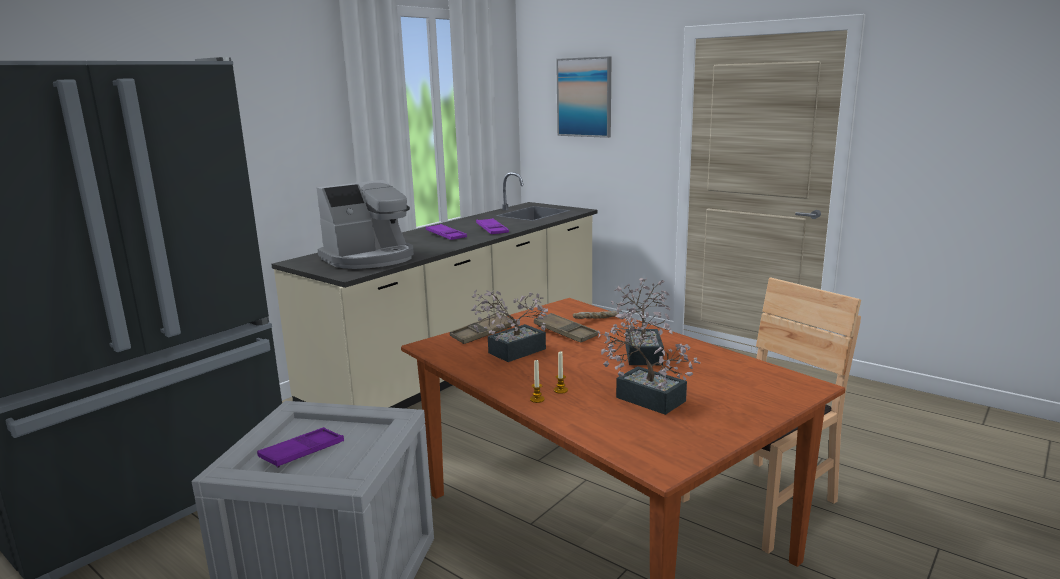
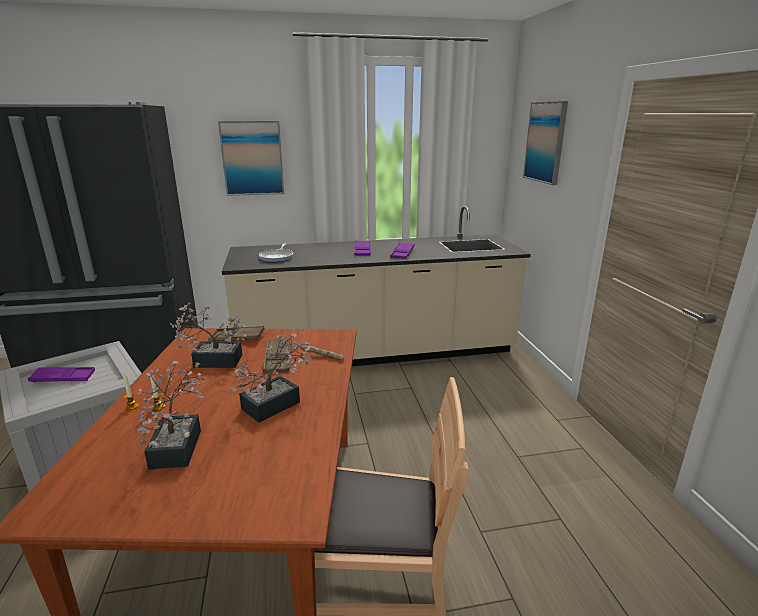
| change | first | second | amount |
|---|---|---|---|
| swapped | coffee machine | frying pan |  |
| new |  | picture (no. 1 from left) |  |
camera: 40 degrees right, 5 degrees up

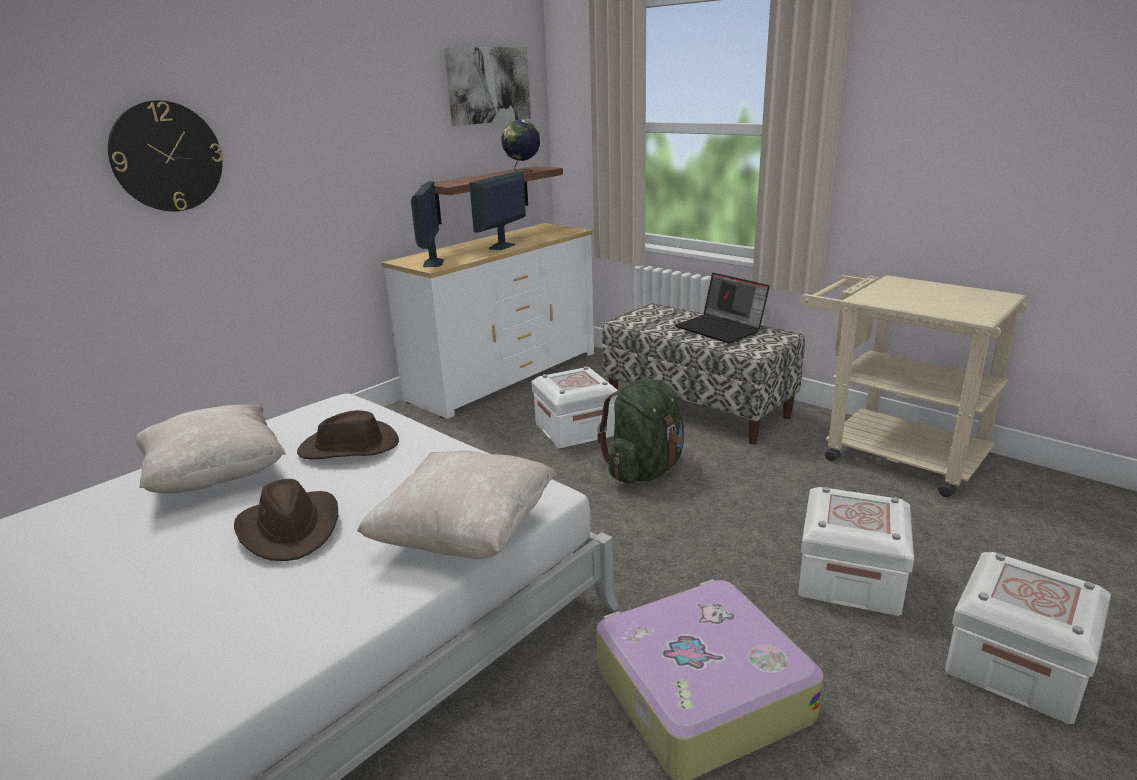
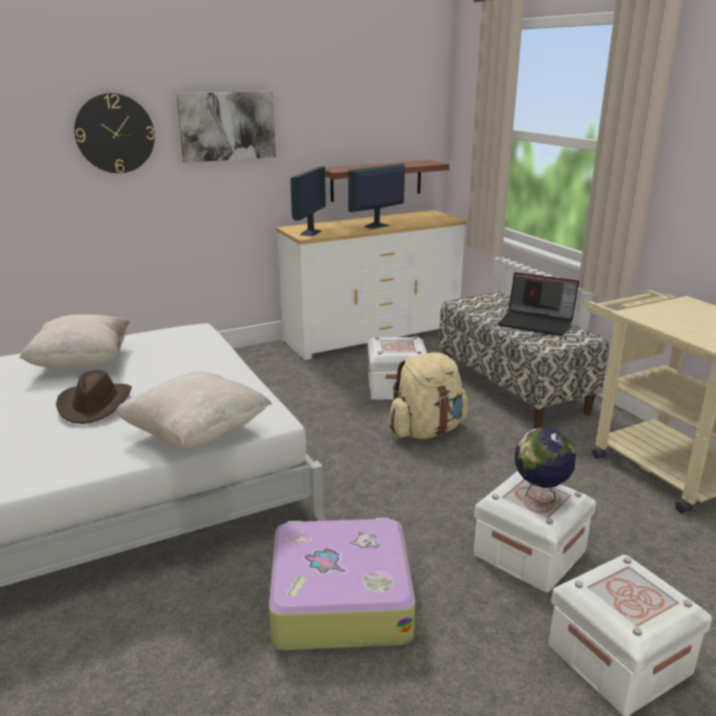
| change | first | second | amount |
|---|---|---|---|
| shifted | picture |  |  |
| shifted | globe |  |  |
| rotated | laptop |  | 45 degrees counterclockwise |
| repainted | backpack (green) | backpack (beige) |  |
| gone | hat (brown) (no. 2 from left) |  |  |
camera: 20 degrees right, 0 degrees up

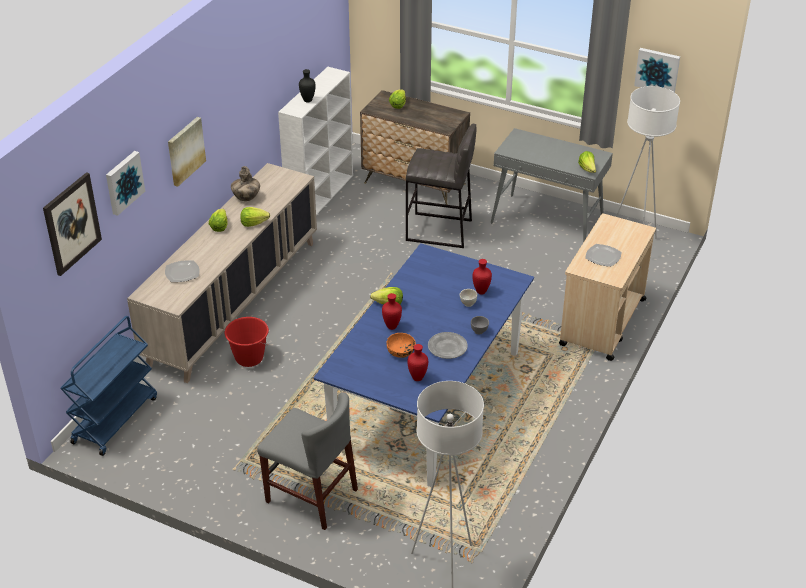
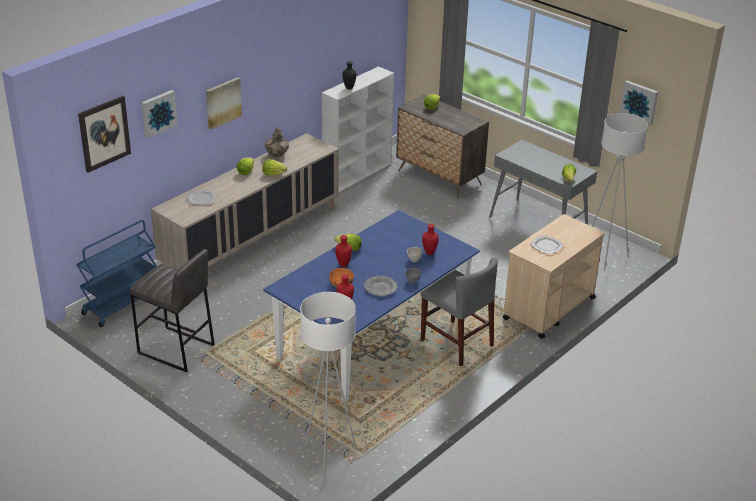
| change | first | second | amount |
|---|---|---|---|
| shifted | stool (grey) |  |  |
| gone | bucket (red) |  |  |
| shifted | chair (grey) |  |  |
camera: 15 degrees right, 5 degrees down

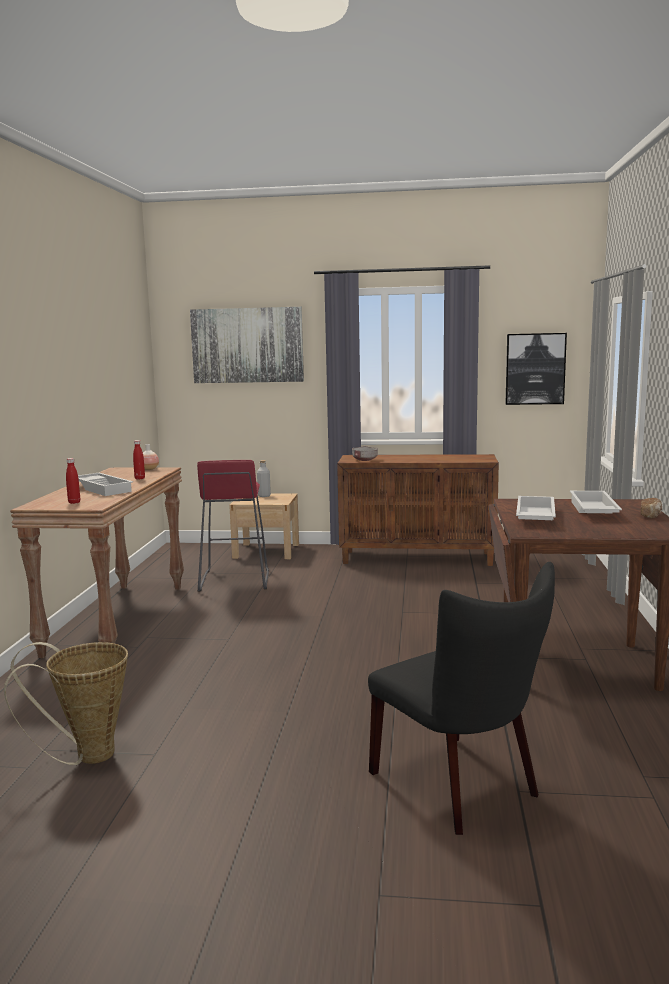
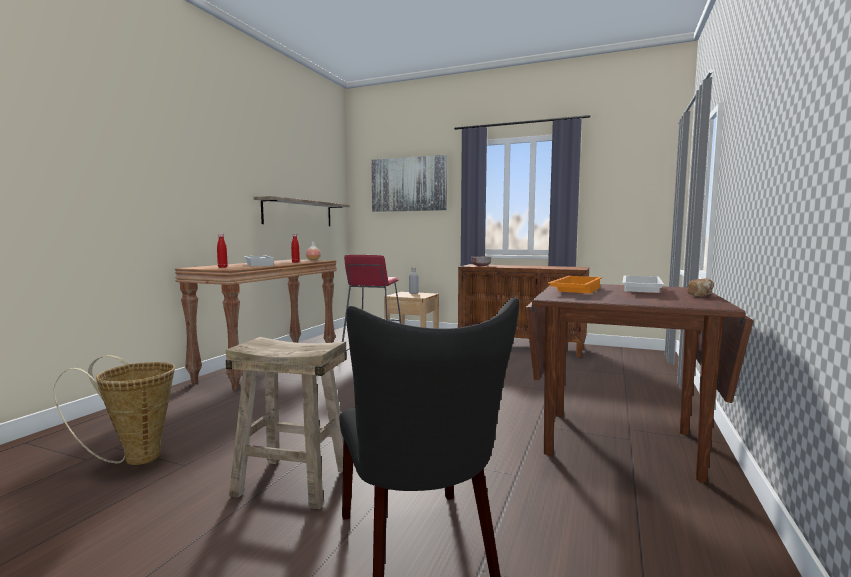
| change | first | second | amount |
|---|---|---|---|
| gone | picture (no. 2 from left) |  |  |
| repainted | tray (white) (no. 2 from left) | tray (orange) |  |
| new |  | shelf |  |
| new |  | stool (beige) |  |
camera: 15 degrees right, 5 degrees down

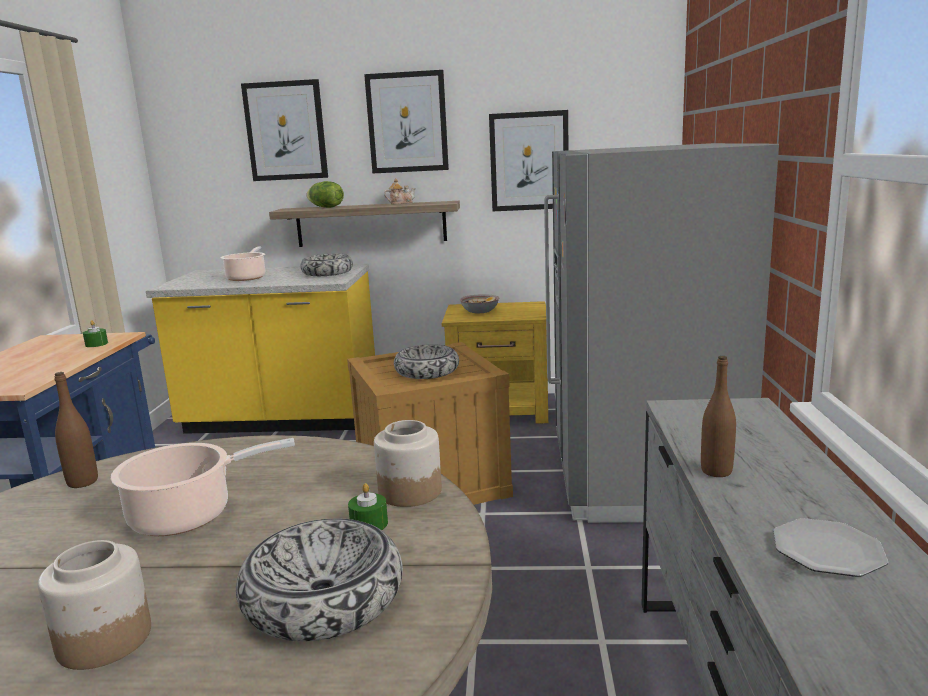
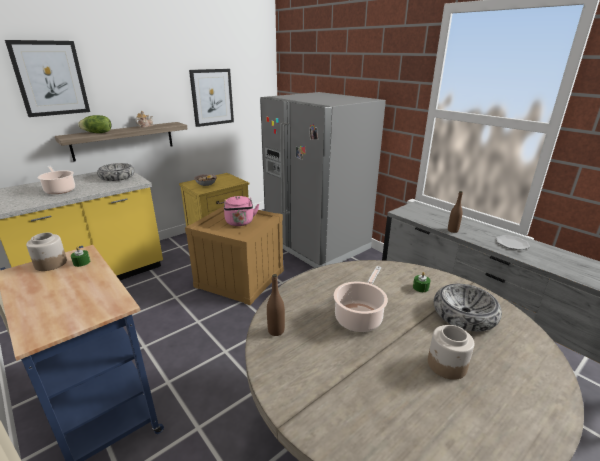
| change | first | second | amount |
|---|---|---|---|
| gone | picture (no. 2 from left) |  |  |
| swapped | bowl (no. 3 from left) | kettle (pink) |  |
| shifted | jar (no. 2 from left in the first image) | jar (no. 1 from left) |  |
camera: 45 degrees left, 10 degrees up

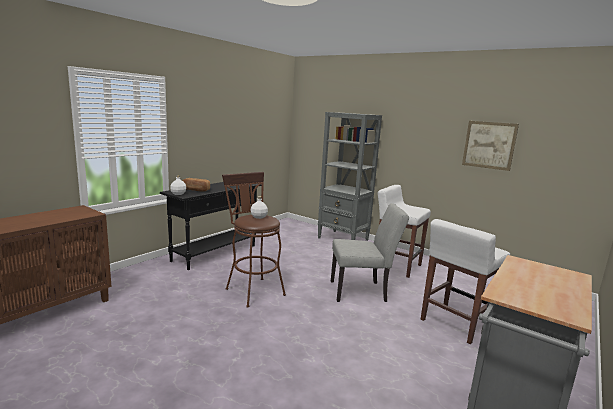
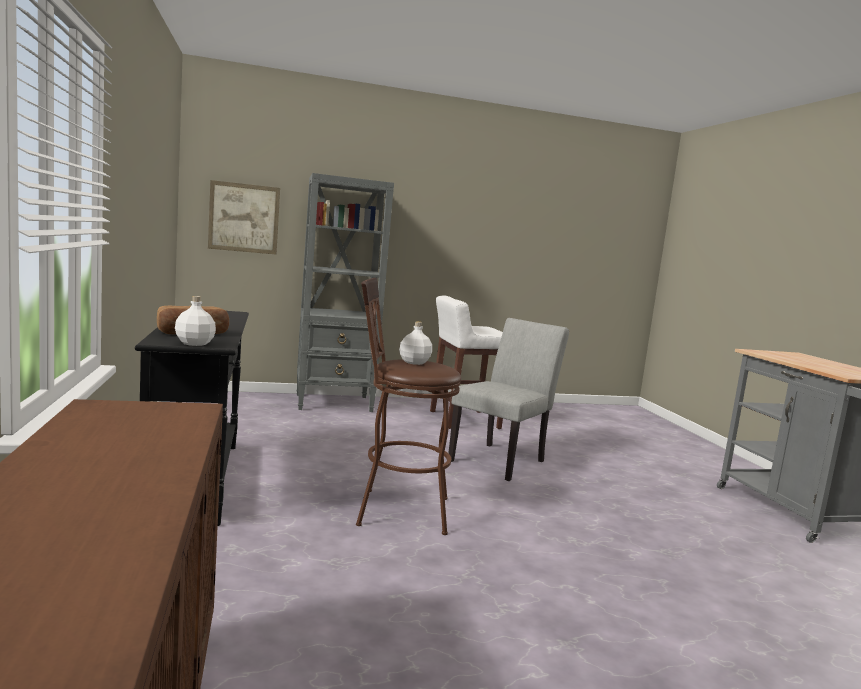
| change | first | second | amount |
|---|---|---|---|
| shifted | picture |  |  |
| gone | stool (white) (no. 2 from left) |  |  |
camera: 50 degrees left, 5 degrees down

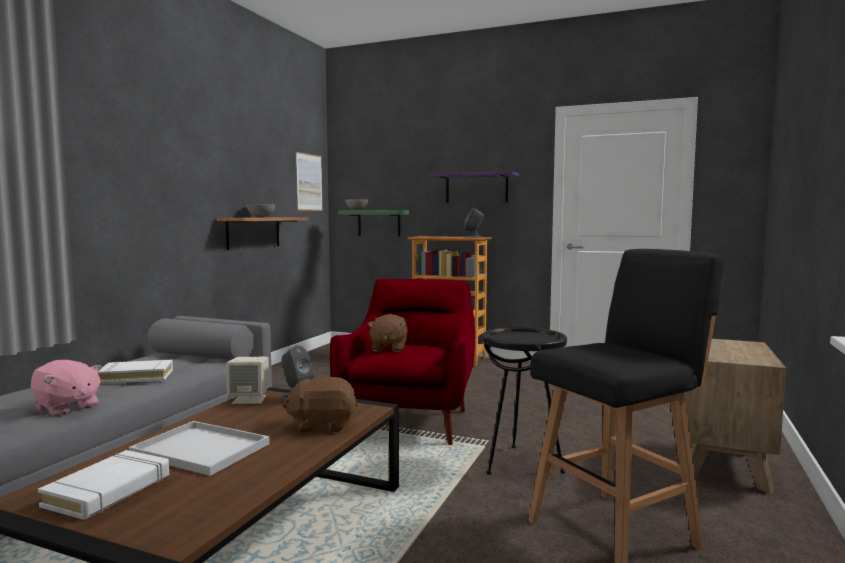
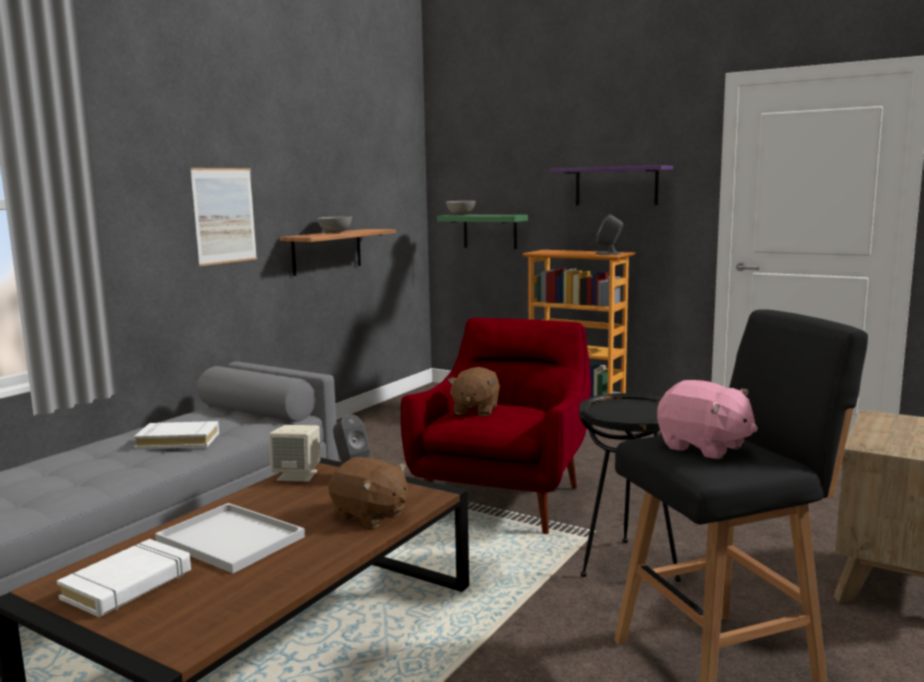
| change | first | second | amount |
|---|---|---|---|
| shifted | picture |  |  |
| shifted | plush toy (pink) |  |  |
| rotated | plush toy (brown) (no. 1 from left) |  | 150 degrees counterclockwise |
camera: 10 degrees right, 5 degrees up

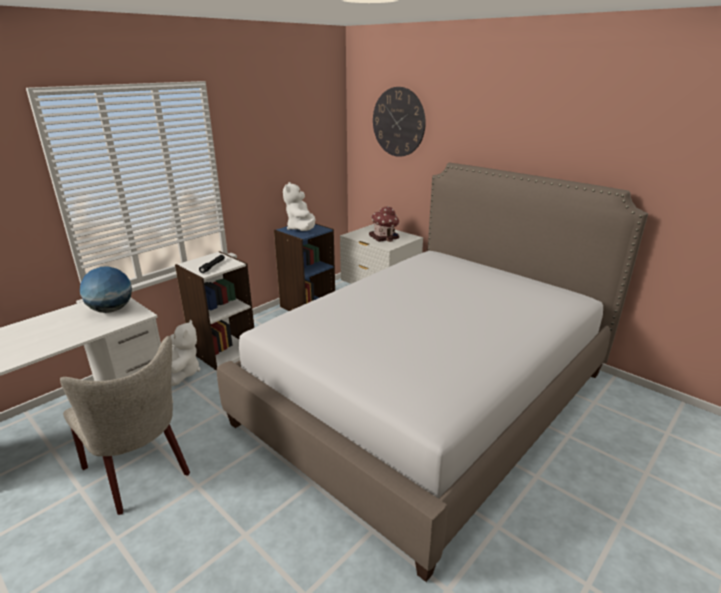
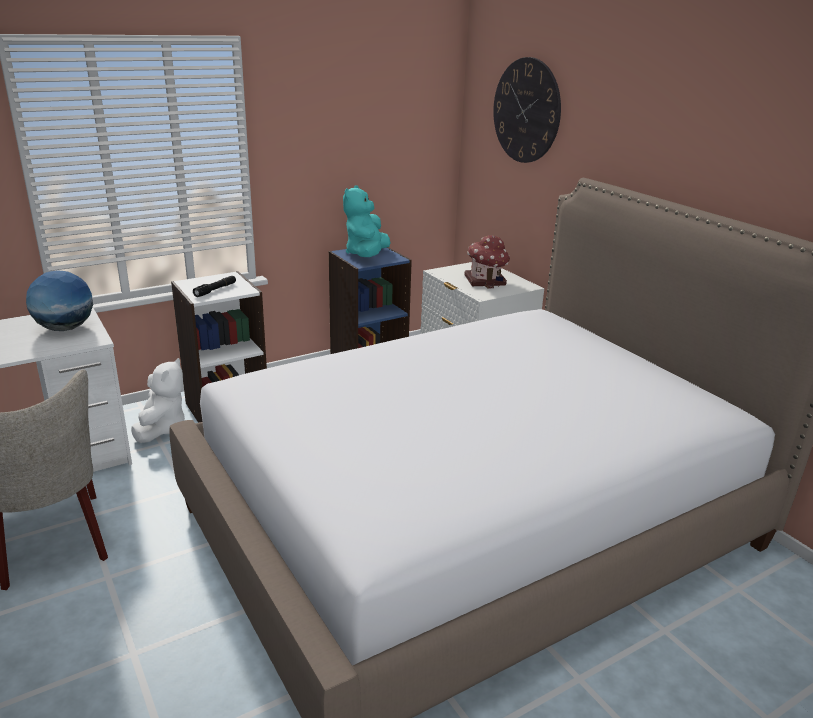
| change | first | second | amount |
|---|---|---|---|
| repainted | plush toy (white) (no. 2 from left) | plush toy (turquoise) |  |
camera: 15 degrees right, 0 degrees up

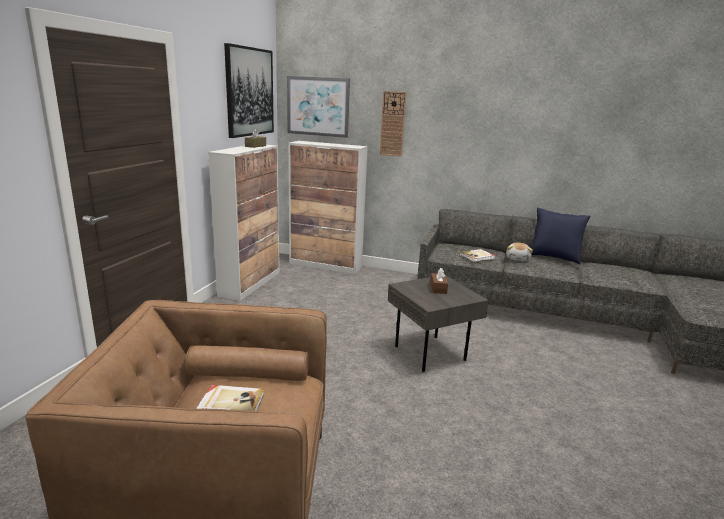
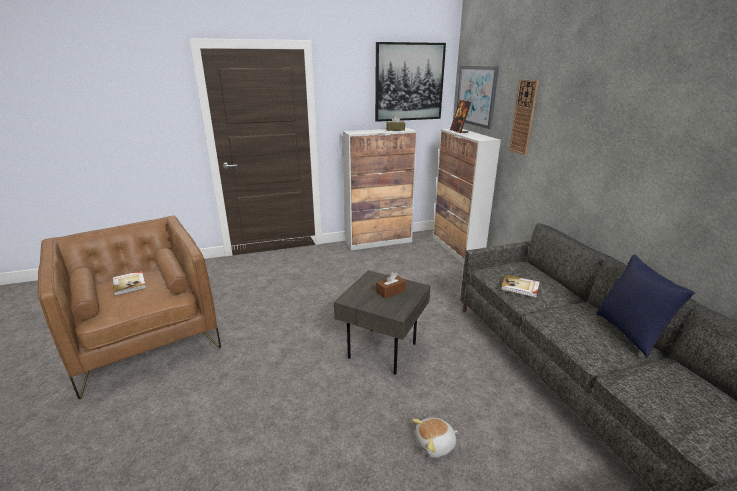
| change | first | second | amount |
|---|---|---|---|
| shifted | plush toy |  |  |
| new |  | picture frame |  |
camera: 55 degrees right, 5 degrees up

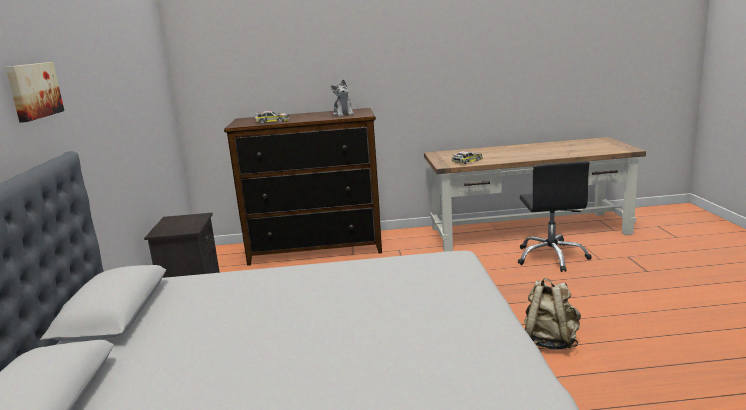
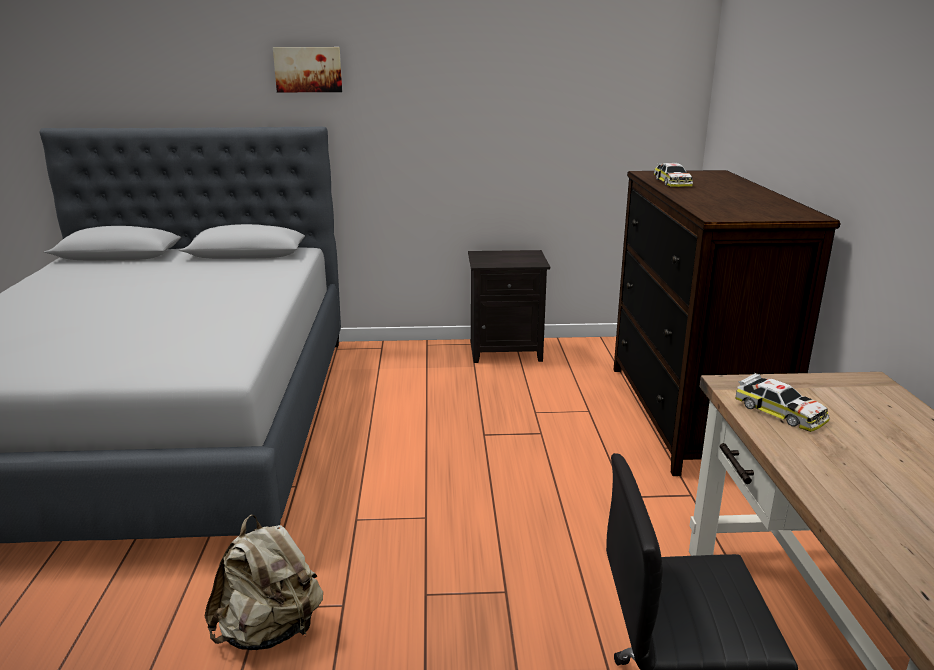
| change | first | second | amount |
|---|---|---|---|
| gone | plush toy |  |  |
camera: 90 degrees right, 5 degrees up

